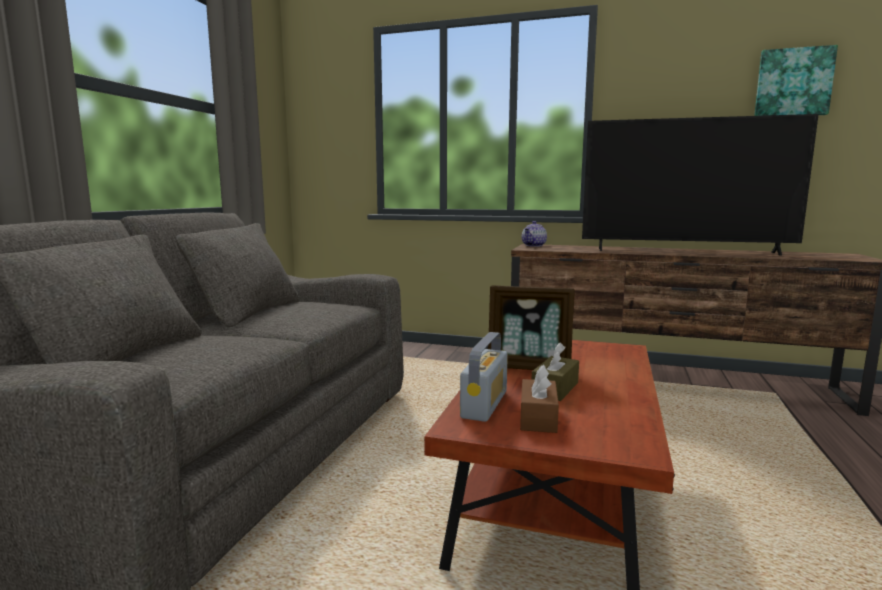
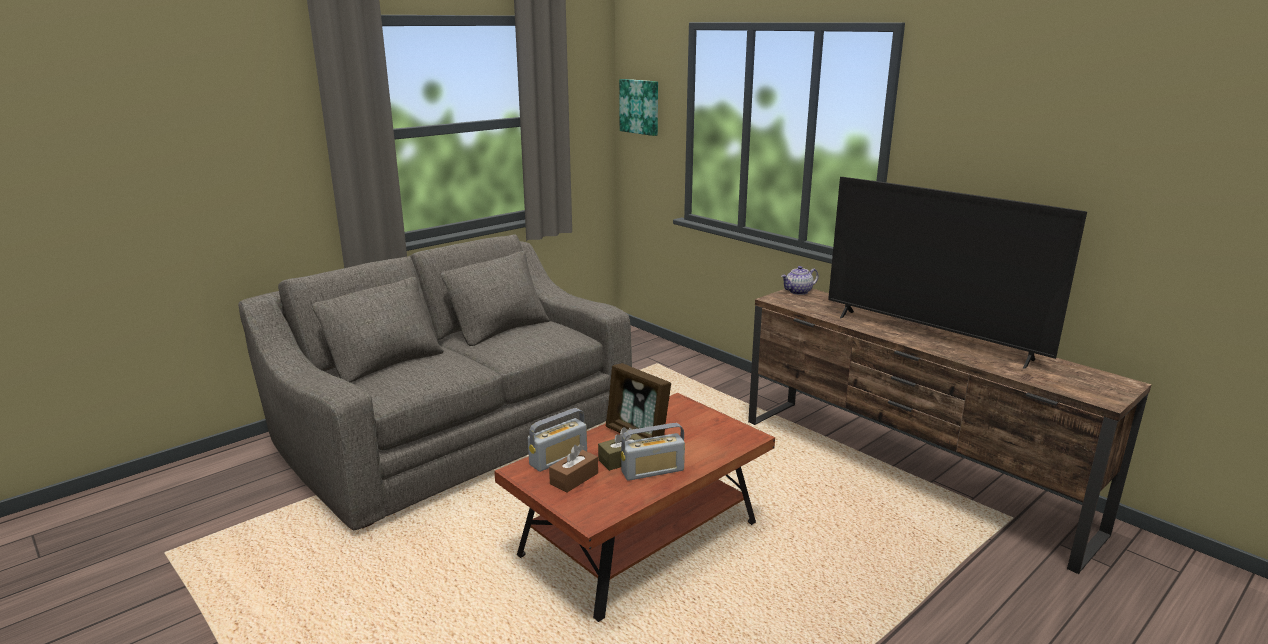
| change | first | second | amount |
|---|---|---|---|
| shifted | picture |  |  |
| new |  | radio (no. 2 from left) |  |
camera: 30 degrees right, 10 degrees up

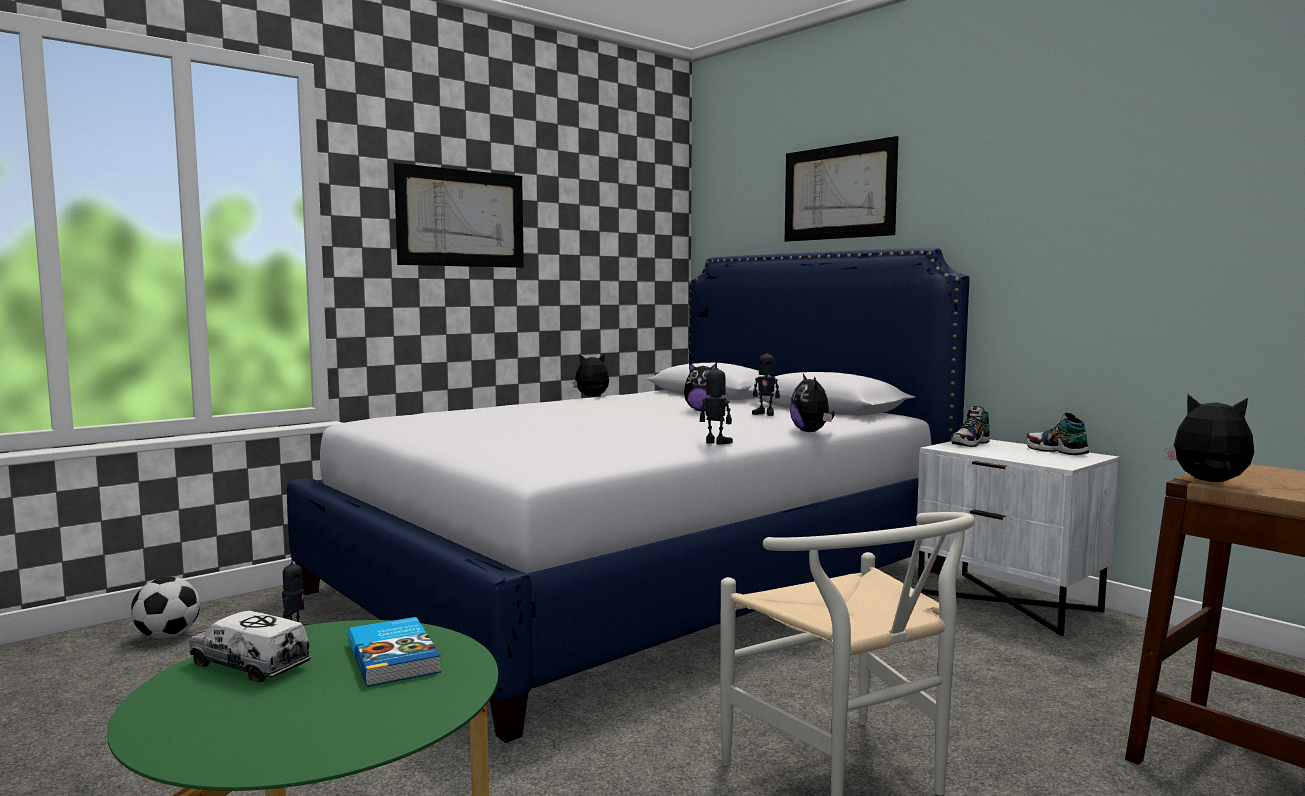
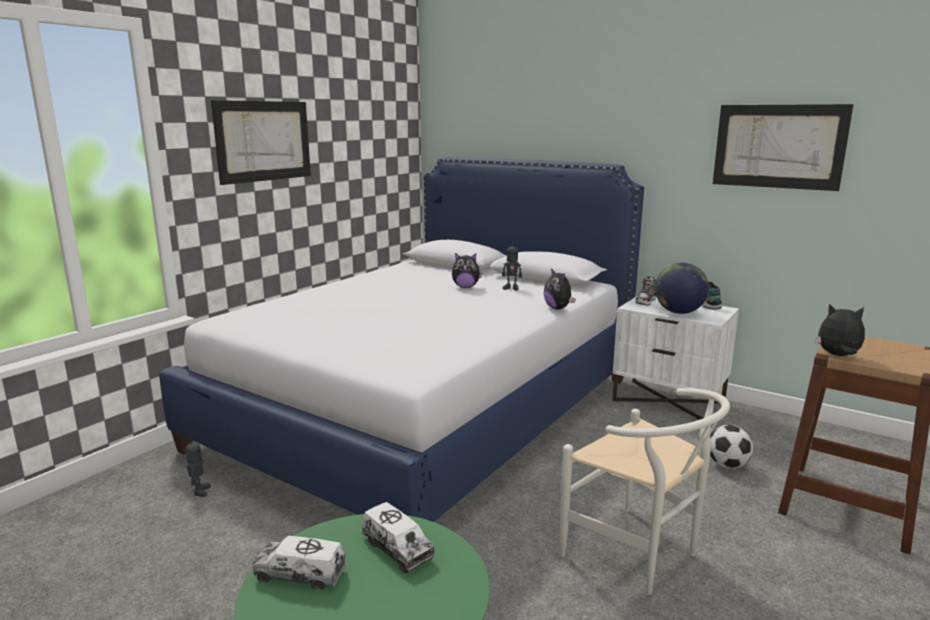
| change | first | second | amount |
|---|---|---|---|
| shifted | picture (no. 2 from left) |  |  |
| gone | plush toy (no. 1 from left) |  |  |
| gone | toy robot (no. 2 from left) |  |  |
| shifted | football |  |  |
| swapped | book | toy truck (no. 2 from left) |  |
| new |  | globe |  |
camera: 15 degrees left, 10 degrees up

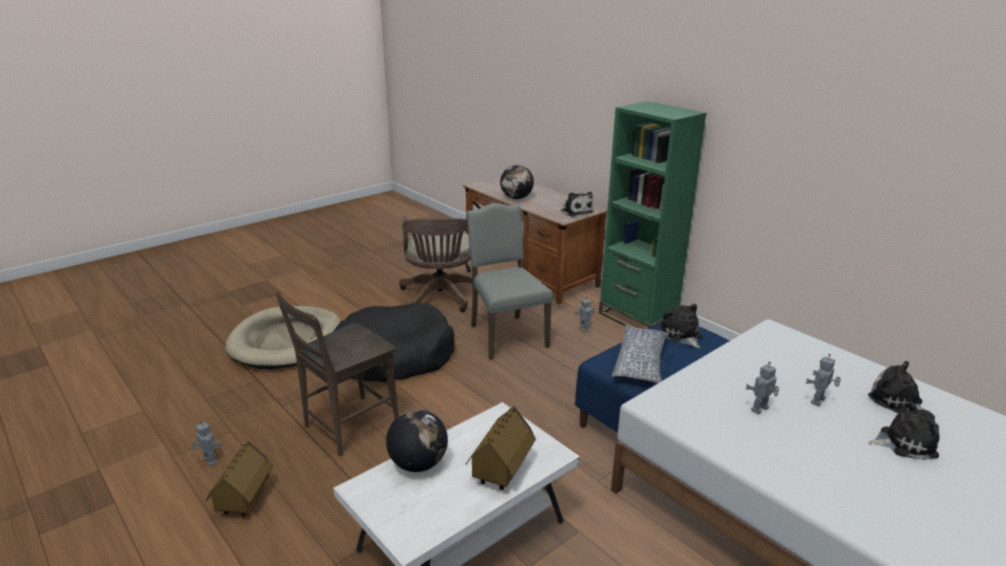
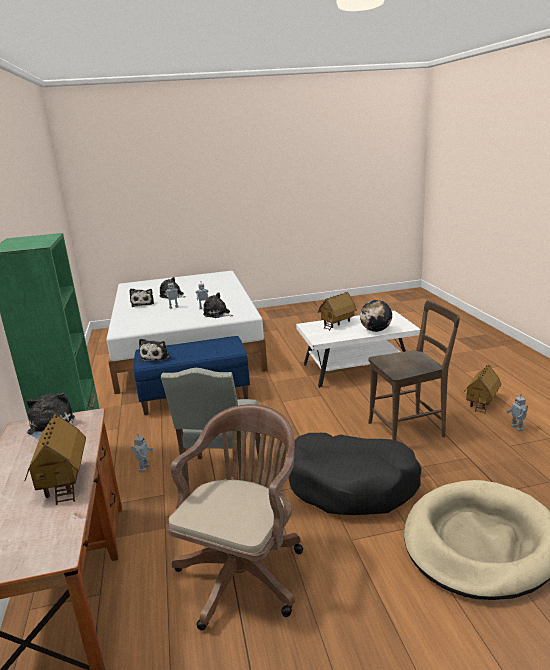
| change | first | second | amount |
|---|---|---|---|
| swapped | globe (no. 2 from left) | toy house (no. 1 from left) |  |
| gone | pillow |  |  |
| new |  | plush toy (no. 5 from left) |  |
camera: 150 degrees left, 5 degrees down

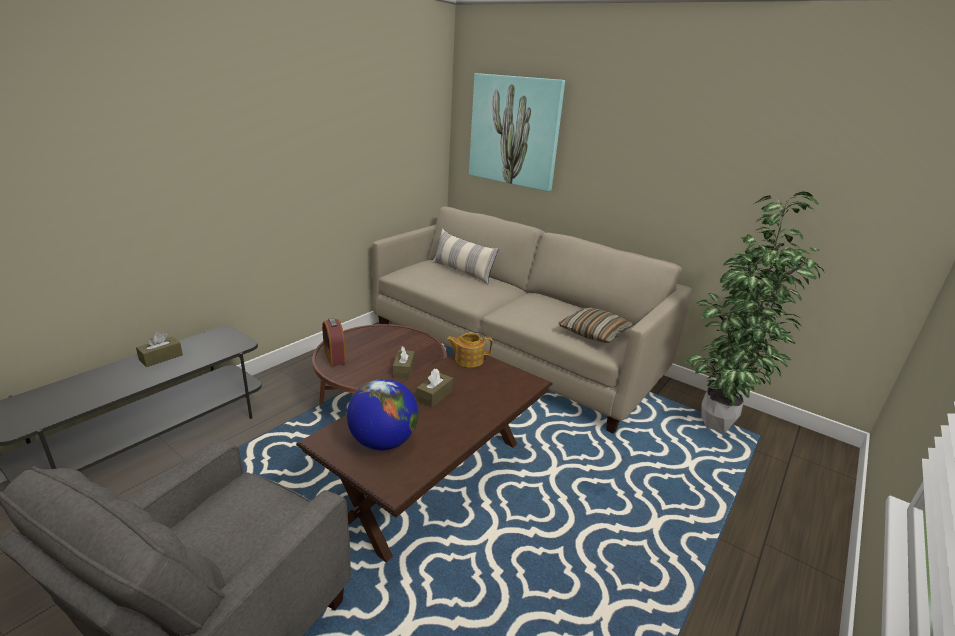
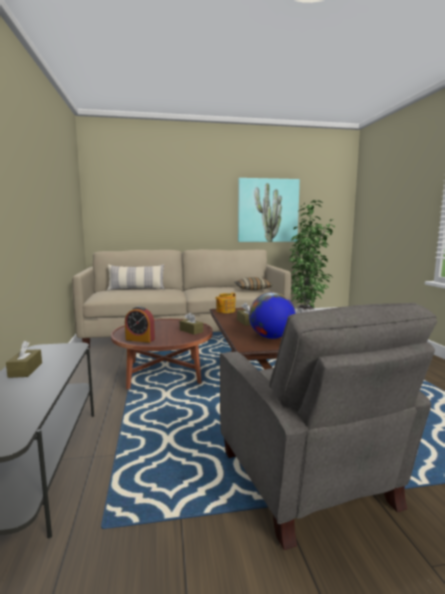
| change | first | second | amount |
|---|---|---|---|
| shifted | picture |  |  |
camera: 45 degrees left, 15 degrees down

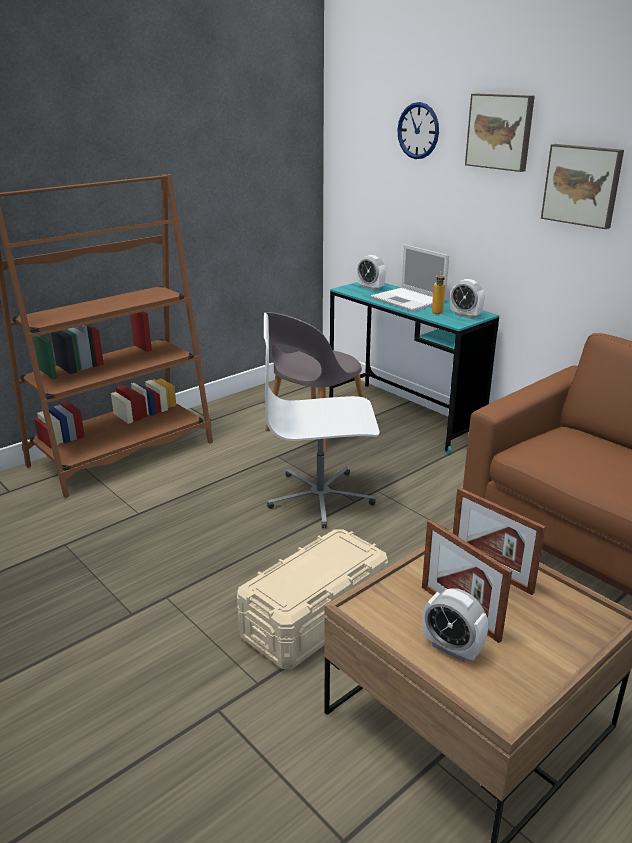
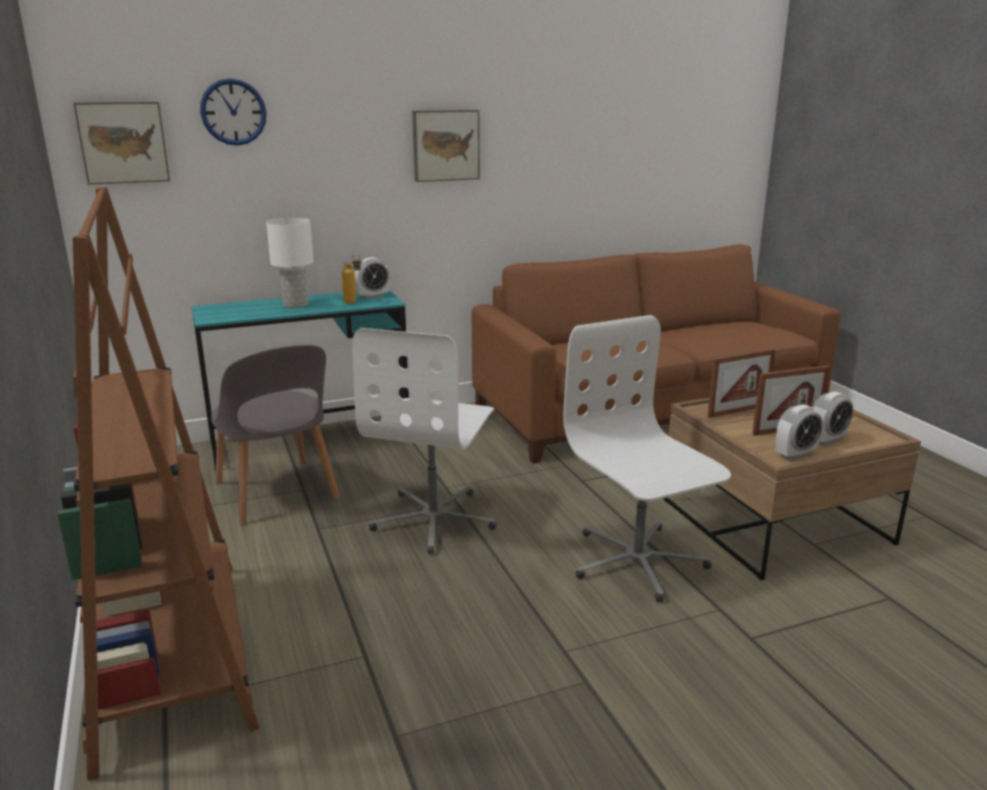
| change | first | second | amount |
|---|---|---|---|
| shifted | picture (no. 1 from left) |  |  |
| swapped | laptop | table lamp (white) |  |
| shifted | alarm clock (no. 1 from left in the first image) | alarm clock (no. 2 from left) |  |
| swapped | storage box (beige) | office chair (white) (no. 2 from left) |  |
camera: 70 degrees left, 5 degrees down

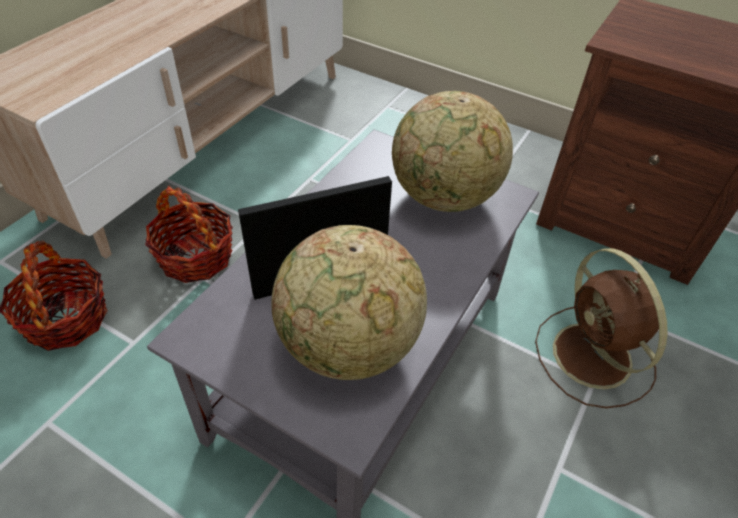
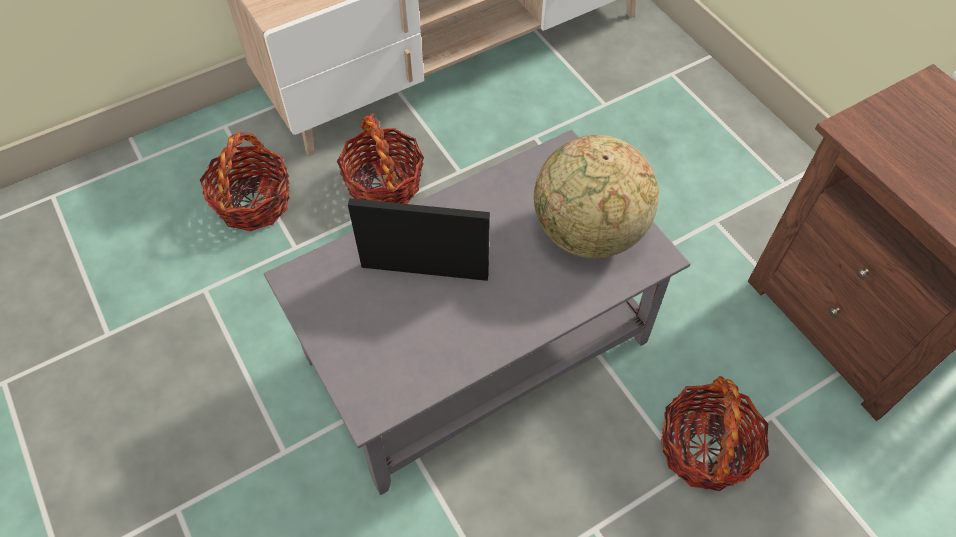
| change | first | second | amount |
|---|---|---|---|
| gone | globe (no. 1 from left) |  |  |
| swapped | fan (brown) | basket (no. 3 from left) |  |
camera: 30 degrees right, 10 degrees up

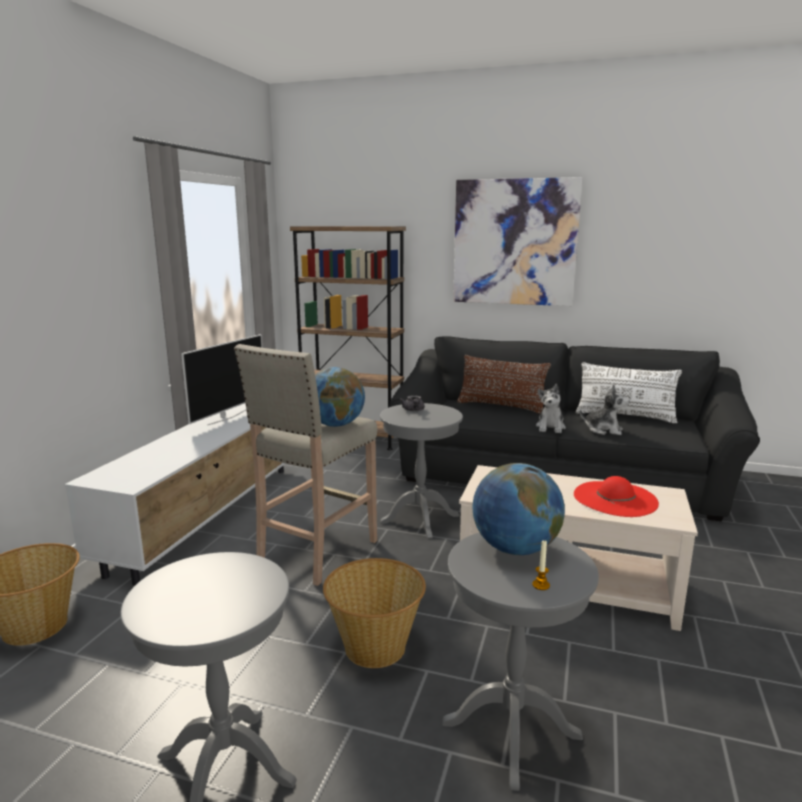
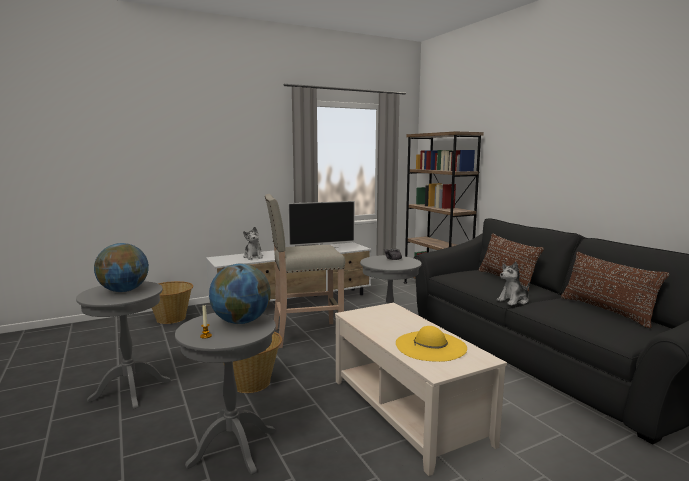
| change | first | second | amount |
|---|---|---|---|
| gone | picture |  |  |
| repainted | pillow (white) | pillow (brown) (no. 2 from left) |  |
| shifted | globe (no. 1 from left) |  |  |
| shifted | plush toy (no. 2 from left in the first image) | plush toy (no. 1 from left) |  |
| repainted | hat (red) | hat (yellow) |  |
camera: 45 degrees right, 5 degrees down

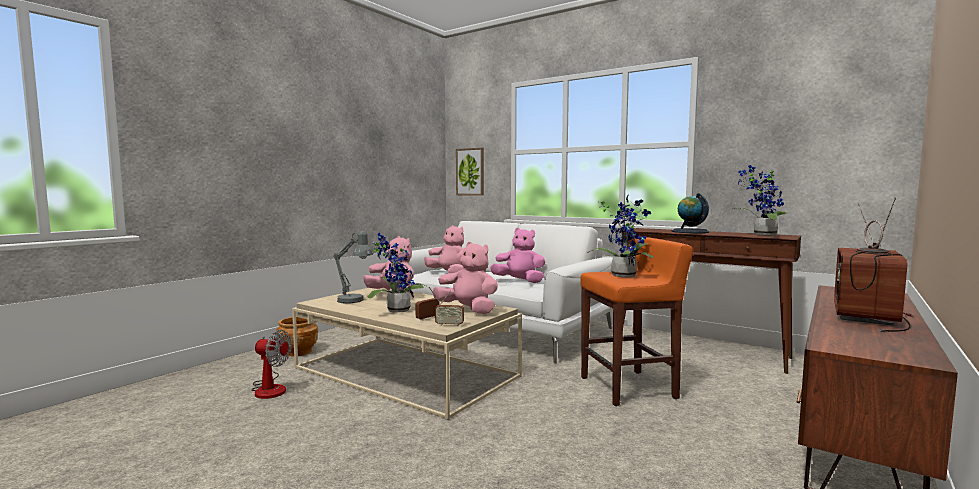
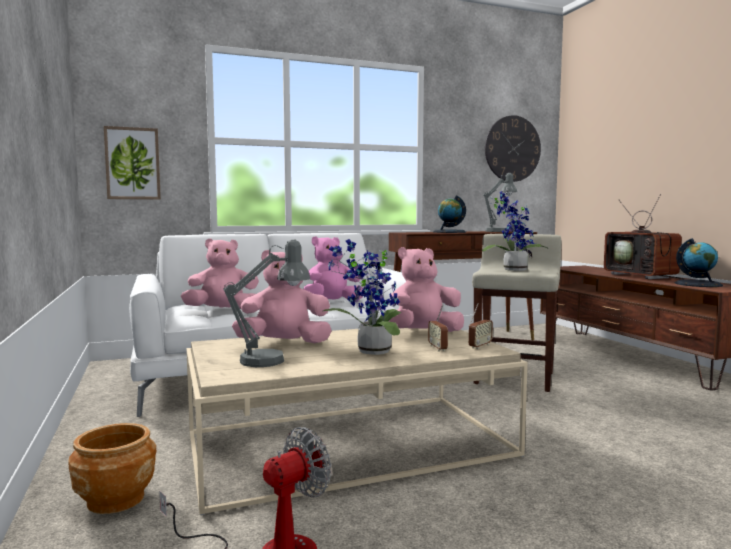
| change | first | second | amount |
|---|---|---|---|
| swapped | potted plant (no. 3 from left) | table lamp (grey) (no. 2 from left) |  |
| repainted | stool (orange) | stool (beige) |  |
| new |  | wall clock |  |
| new |  | globe (no. 2 from left) |  |
camera: 55 degrees left, 0 degrees up

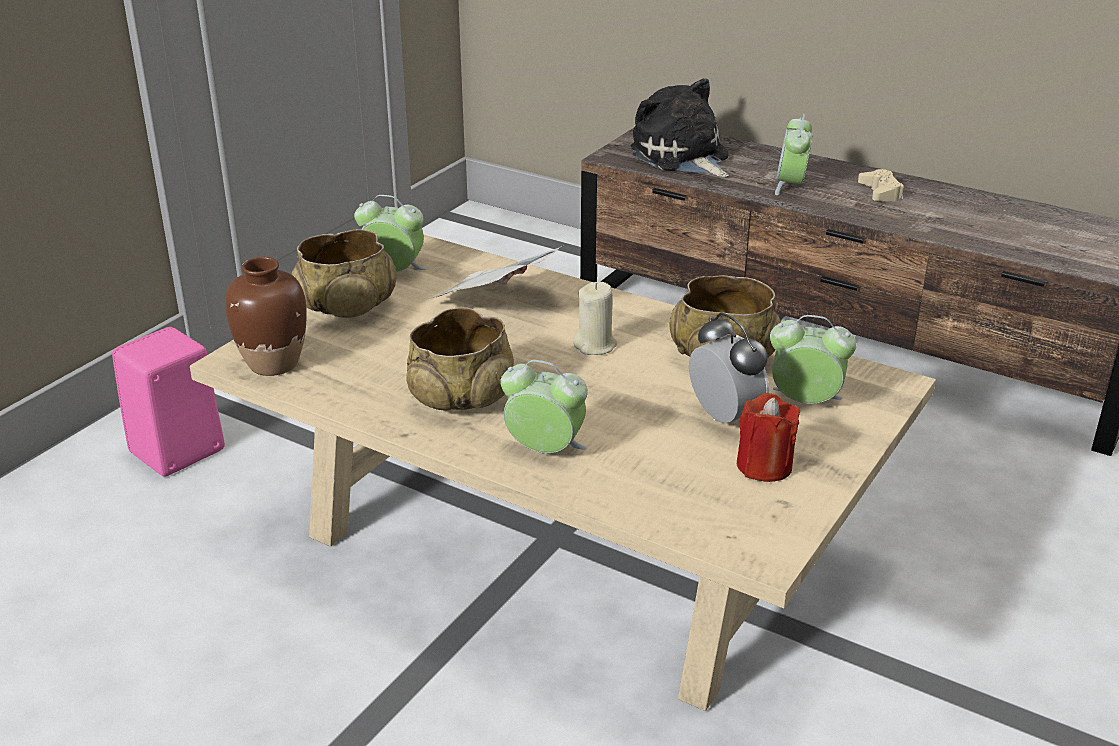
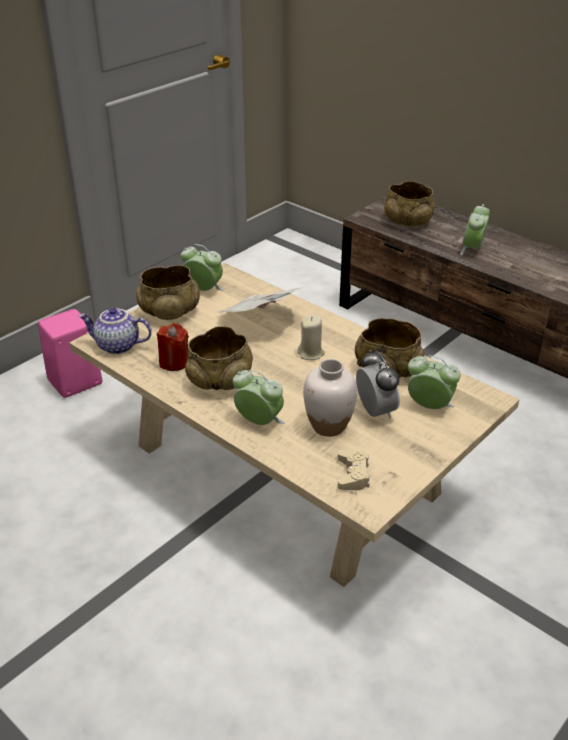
| change | first | second | amount |
|---|---|---|---|
| swapped | plush toy | bowl (beige) (no. 4 from left) |  |
| shifted | game controller (beige) |  |  |
| swapped | vase (brown) | teapot |  |
| shifted | candle (red) |  |  |
| new |  | vase (white) |  |
camera: 10 degrees right, 5 degrees up

